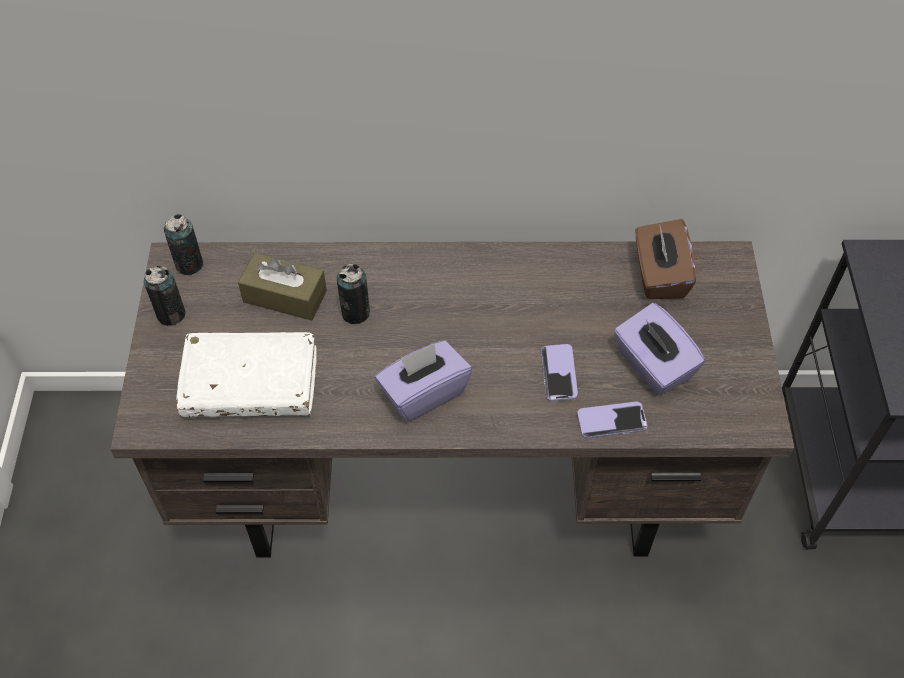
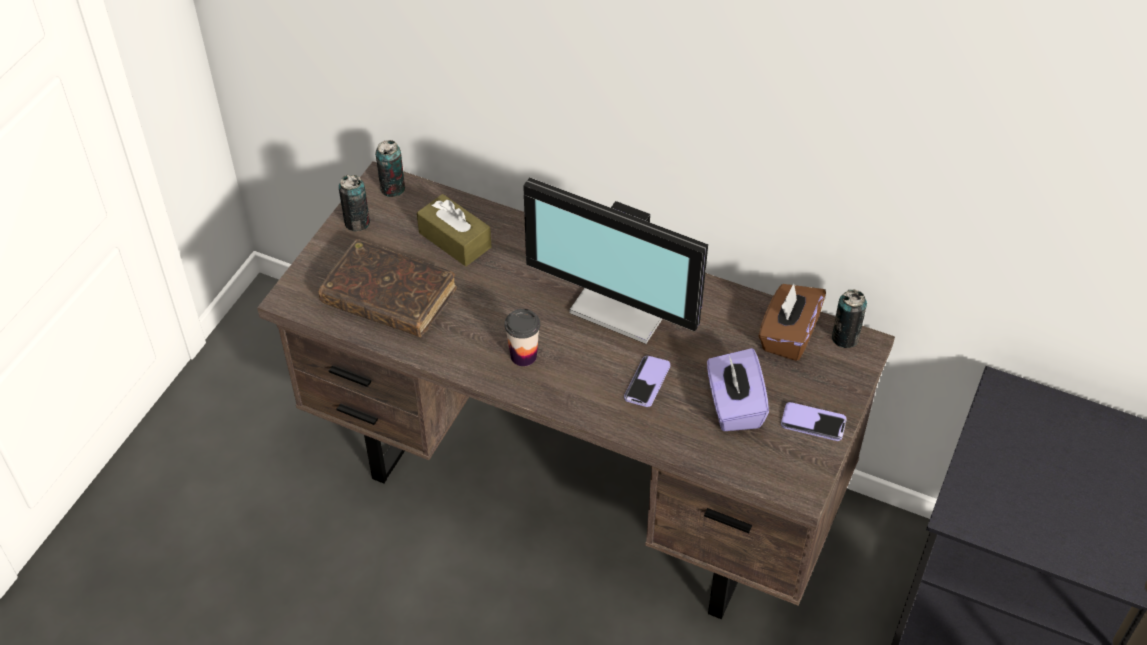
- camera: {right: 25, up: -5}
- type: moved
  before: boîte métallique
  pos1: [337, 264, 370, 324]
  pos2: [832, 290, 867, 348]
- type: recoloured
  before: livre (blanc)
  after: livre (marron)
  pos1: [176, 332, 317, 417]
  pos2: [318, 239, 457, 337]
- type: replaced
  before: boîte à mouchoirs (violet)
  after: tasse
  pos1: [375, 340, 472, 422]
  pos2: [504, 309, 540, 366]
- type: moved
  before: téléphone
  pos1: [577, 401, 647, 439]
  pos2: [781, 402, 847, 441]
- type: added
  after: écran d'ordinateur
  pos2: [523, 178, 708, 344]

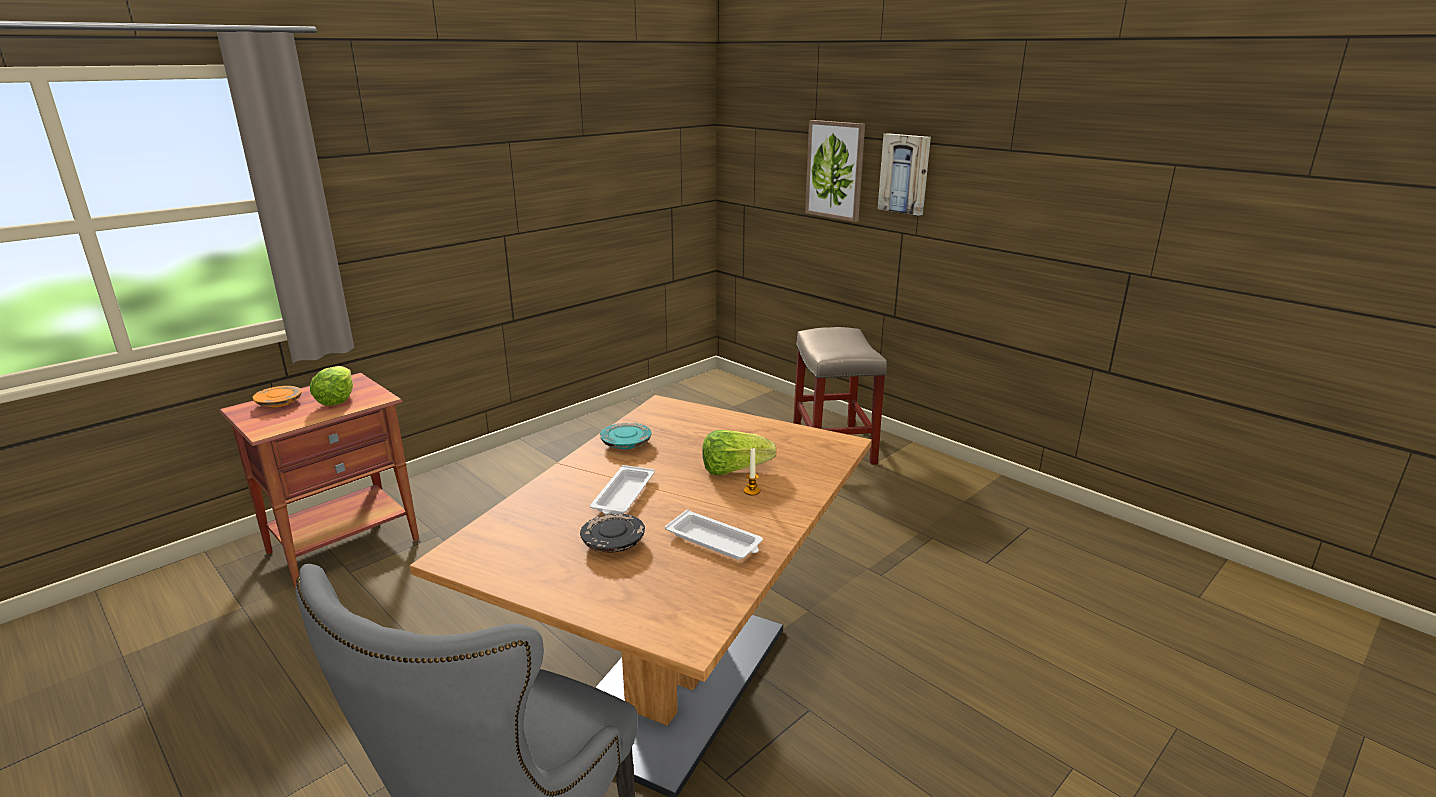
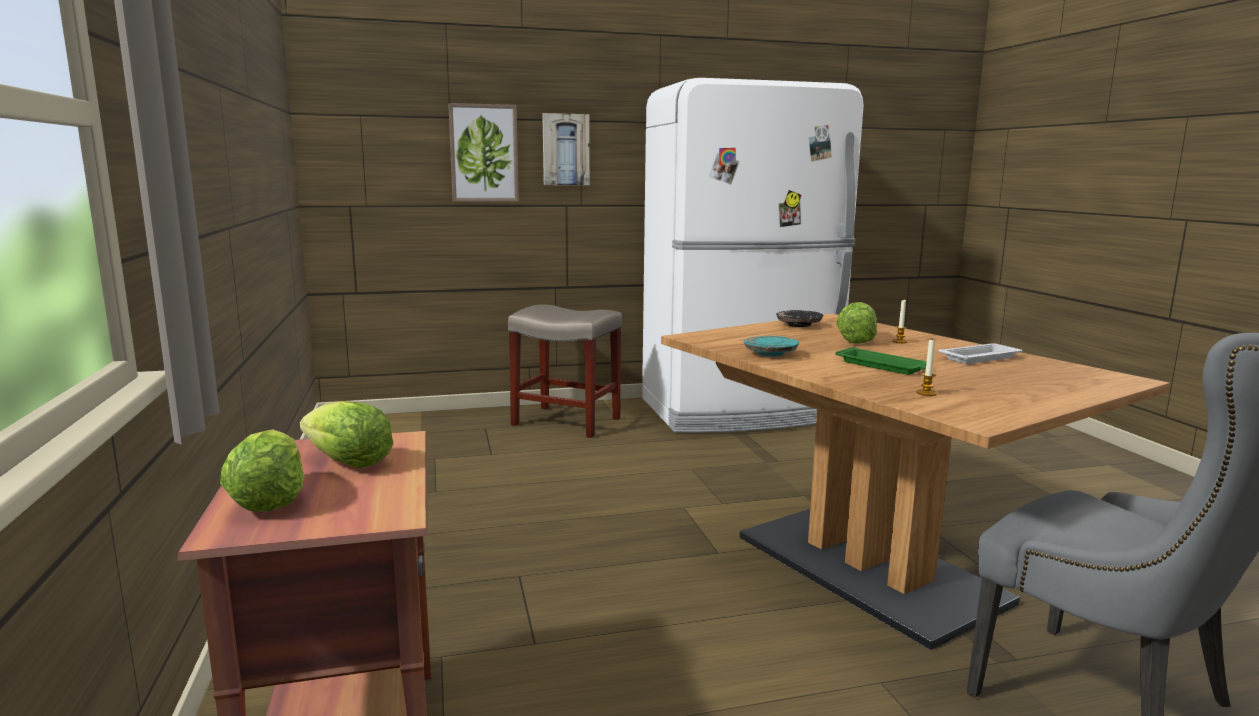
- camera: {right: -60, up: -10}
- type: replaced
  before: assiette (orange)
  after: laitue
  pos1: [252, 386, 302, 407]
  pos2: [220, 429, 305, 512]
- type: recoloured
  before: plateau (blanc)
  after: plateau (vert)
  pos1: [590, 465, 655, 514]
  pos2: [835, 347, 927, 375]
- type: moved
  before: assiette (noir)
  pos1: [580, 513, 645, 552]
  pos2: [776, 310, 823, 327]
- type: added
  after: réfrigérateur (blanc)
  pos2: [642, 78, 864, 433]
- type: added
  after: bougie
  pos2: [917, 340, 937, 396]

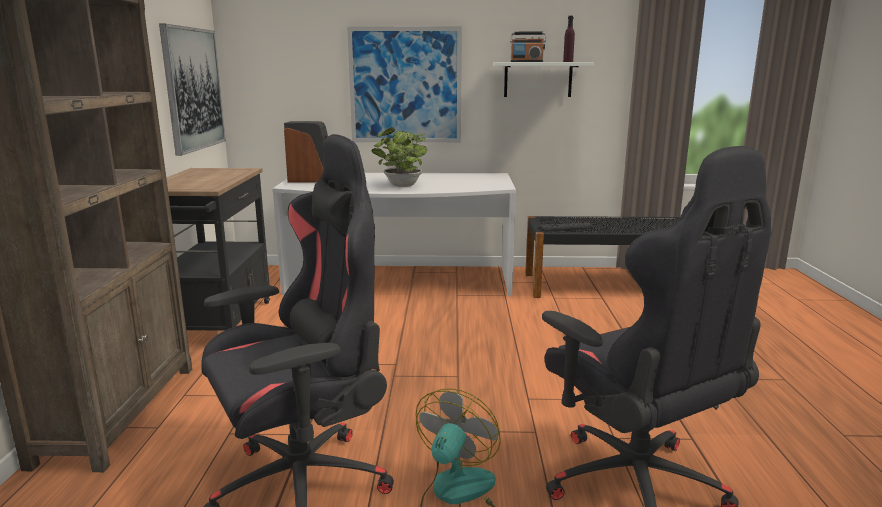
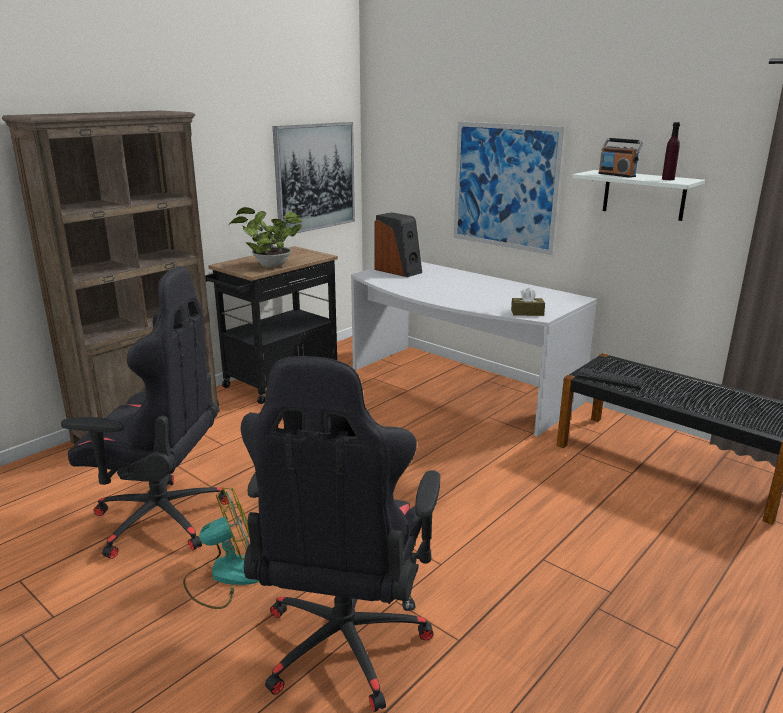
- camera: {right: 40, up: 5}
- type: moved
  before: plante en pot
  pos1: [372, 127, 427, 187]
  pos2: [229, 207, 302, 268]
- type: added
  after: boîte à mouchoirs (marron)
  pos2: [511, 288, 545, 316]

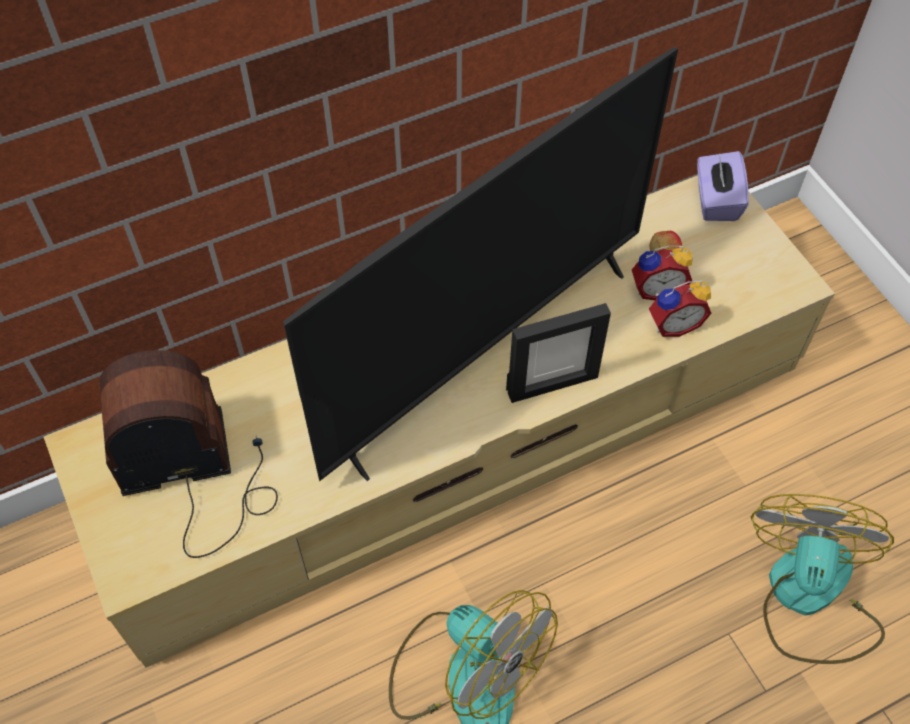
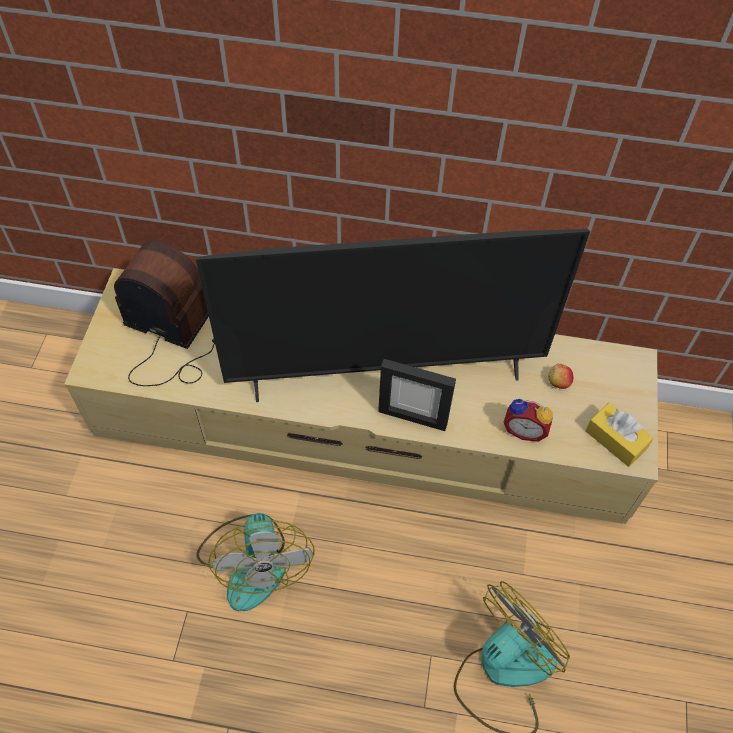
- camera: {right: 35, up: 0}
- type: removed
  before: boîte à mouchoirs (violet)
  pos1: [697, 151, 749, 221]
- type: removed
  before: réveil
  pos1: [632, 245, 693, 300]
- type: added
  after: boîte à mouchoirs (jaune)
  pos2: [585, 403, 654, 467]

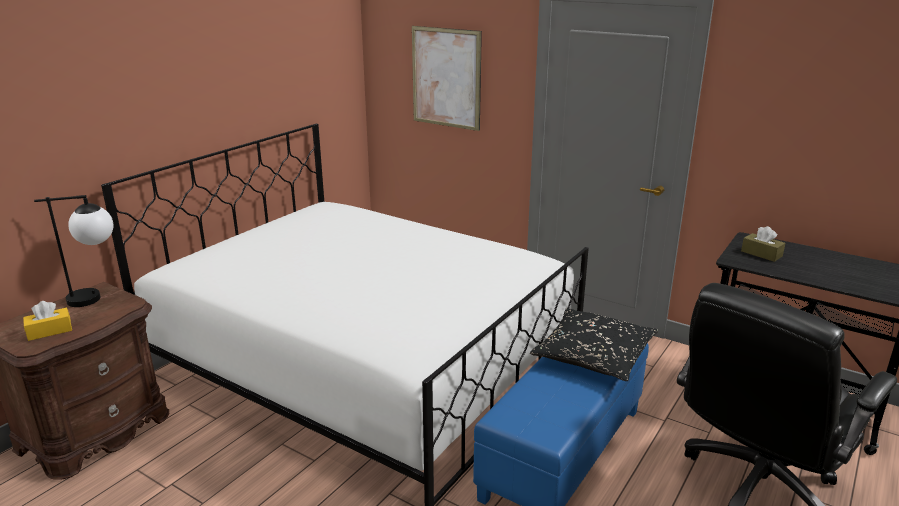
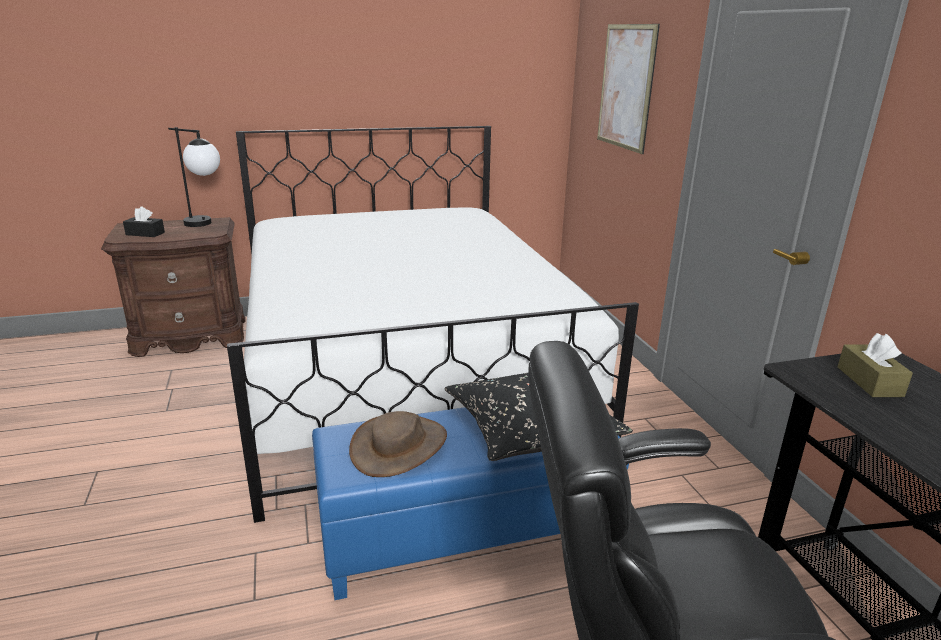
- camera: {right: 40, up: 0}
- type: recoloured
  before: boîte à mouchoirs (jaune)
  after: boîte à mouchoirs (noir)
  pos1: [23, 301, 72, 341]
  pos2: [123, 207, 165, 237]
- type: added
  after: chapeau (marron)
  pos2: [349, 411, 447, 477]

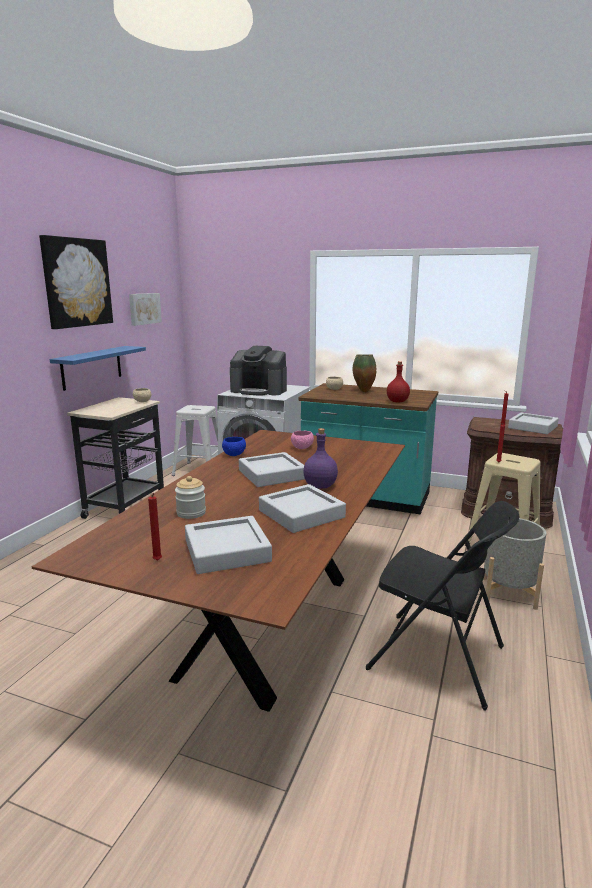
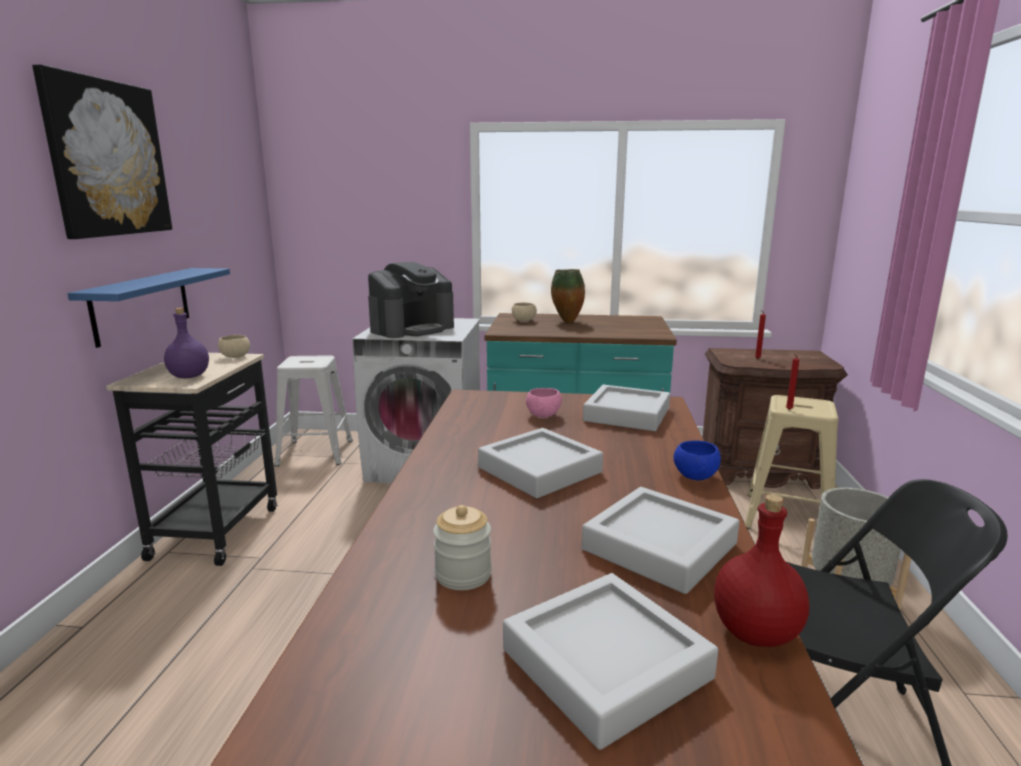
- camera: {right: -15, up: 0}
- type: removed
  before: tableau
  pos1: [129, 293, 162, 326]
- type: turned
  before: machine à café
  pos1: [230, 346, 287, 396]
  pos2: [368, 262, 454, 338]
  turn: -45
- type: moved
  before: bouteille (rouge)
  pos1: [387, 361, 410, 402]
  pos2: [714, 494, 809, 647]
- type: moved
  before: plateau (gris)
  pos1: [508, 412, 559, 434]
  pos2: [583, 385, 670, 431]
- type: moved
  before: bouteille (violet)
  pos1: [303, 428, 338, 489]
  pos2: [164, 308, 209, 378]
- type: moved
  before: bol (bleu)
  pos1: [222, 437, 246, 456]
  pos2: [674, 441, 721, 480]
- type: removed
  before: bougie (rouge)
  pos1: [148, 493, 162, 561]

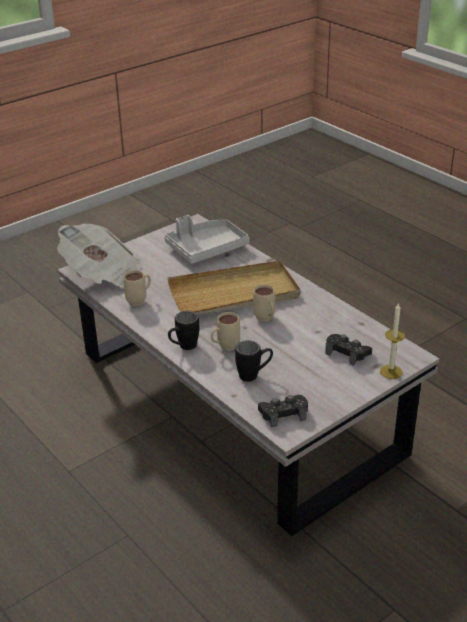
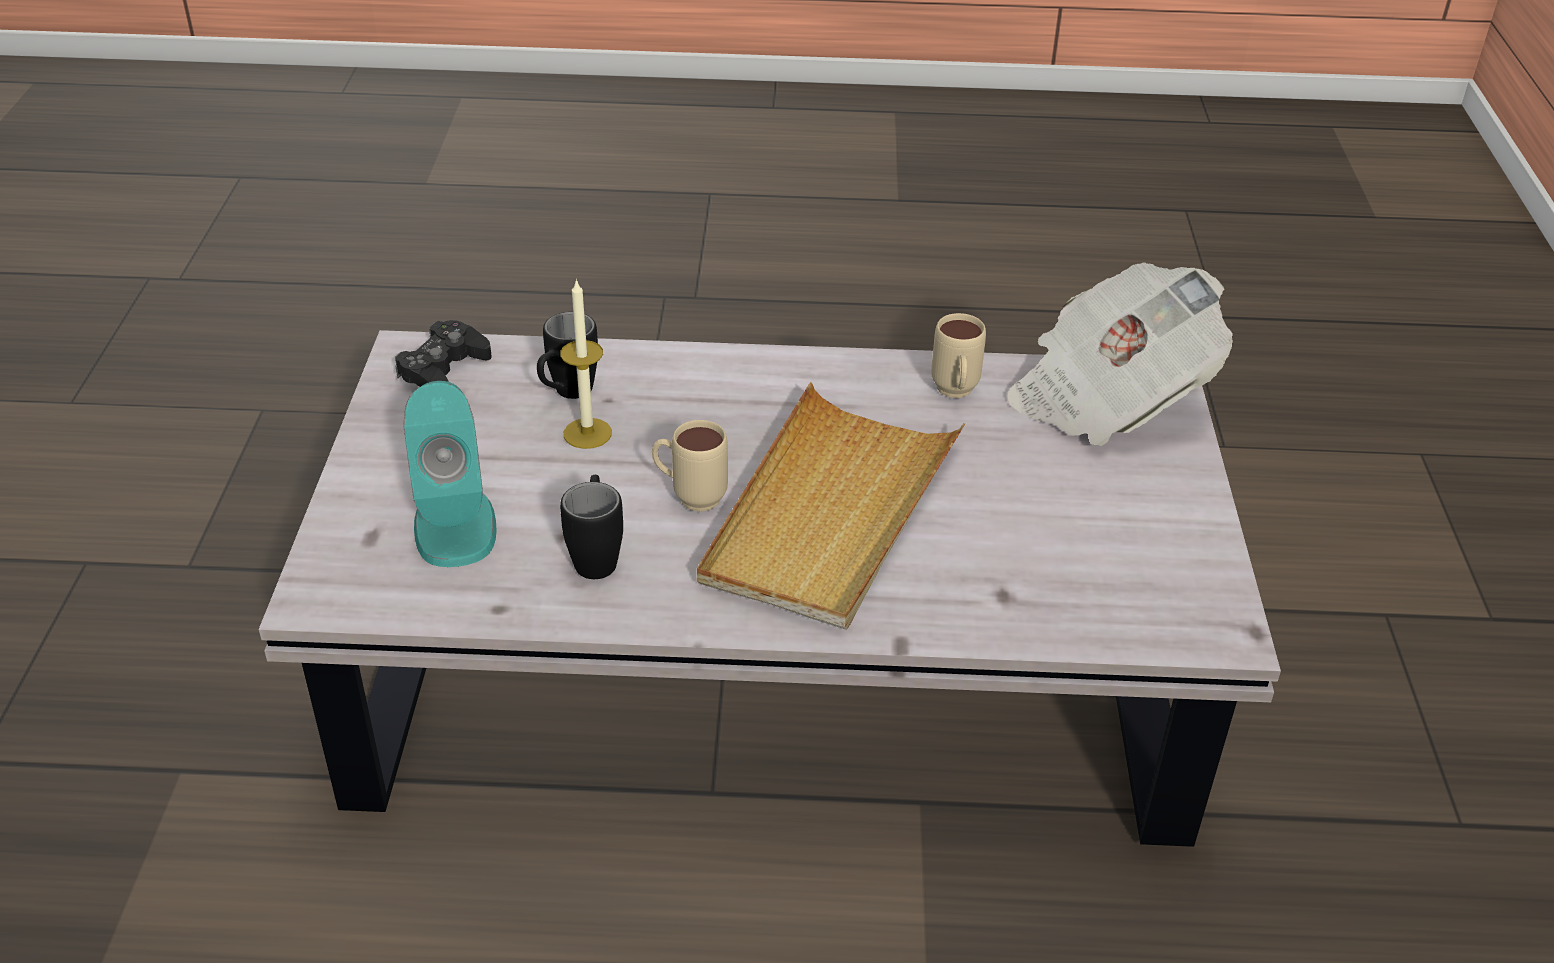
- camera: {right: 130, up: 5}
- type: removed
  before: plateau (gris)
  pos1: [164, 215, 250, 264]
- type: moved
  before: bougie
  pos1: [380, 303, 405, 379]
  pos2: [560, 279, 612, 449]
- type: moved
  before: mug (noir)
  pos1: [168, 311, 199, 350]
  pos2: [560, 475, 623, 579]
- type: removed
  before: mug (beige)
  pos1: [211, 312, 240, 351]
- type: replaced
  before: manette (noir)
  after: enceinte (turquoise)
  pos1: [325, 334, 372, 366]
  pos2: [403, 381, 497, 567]

